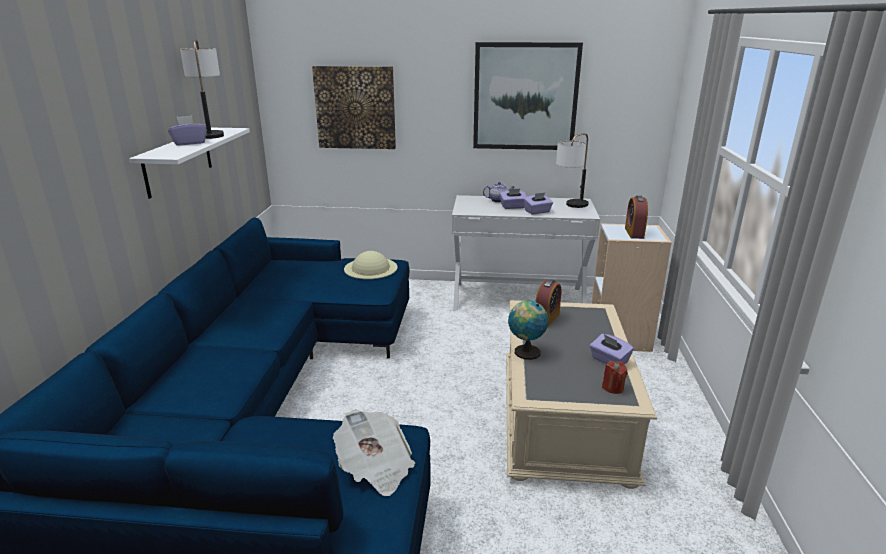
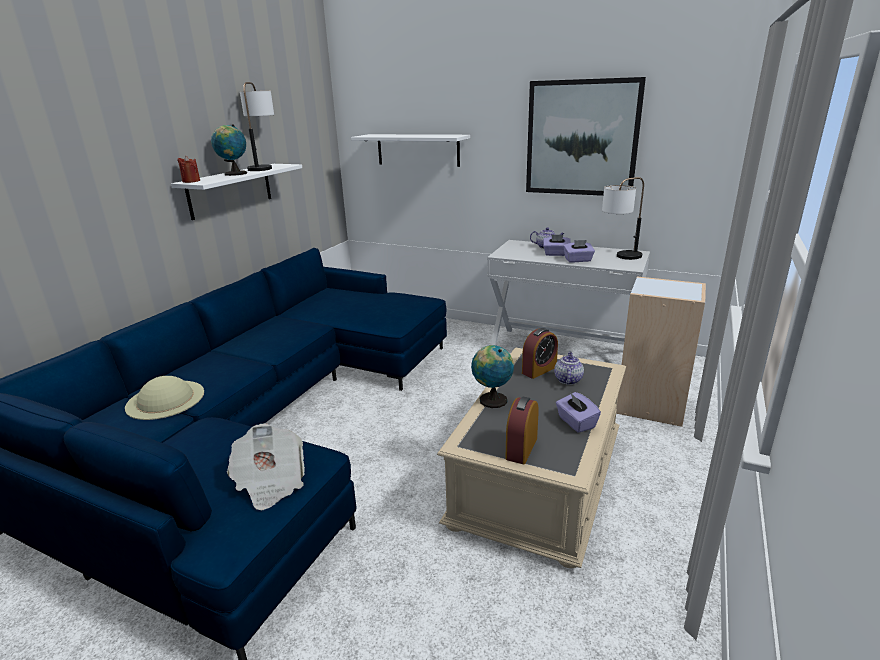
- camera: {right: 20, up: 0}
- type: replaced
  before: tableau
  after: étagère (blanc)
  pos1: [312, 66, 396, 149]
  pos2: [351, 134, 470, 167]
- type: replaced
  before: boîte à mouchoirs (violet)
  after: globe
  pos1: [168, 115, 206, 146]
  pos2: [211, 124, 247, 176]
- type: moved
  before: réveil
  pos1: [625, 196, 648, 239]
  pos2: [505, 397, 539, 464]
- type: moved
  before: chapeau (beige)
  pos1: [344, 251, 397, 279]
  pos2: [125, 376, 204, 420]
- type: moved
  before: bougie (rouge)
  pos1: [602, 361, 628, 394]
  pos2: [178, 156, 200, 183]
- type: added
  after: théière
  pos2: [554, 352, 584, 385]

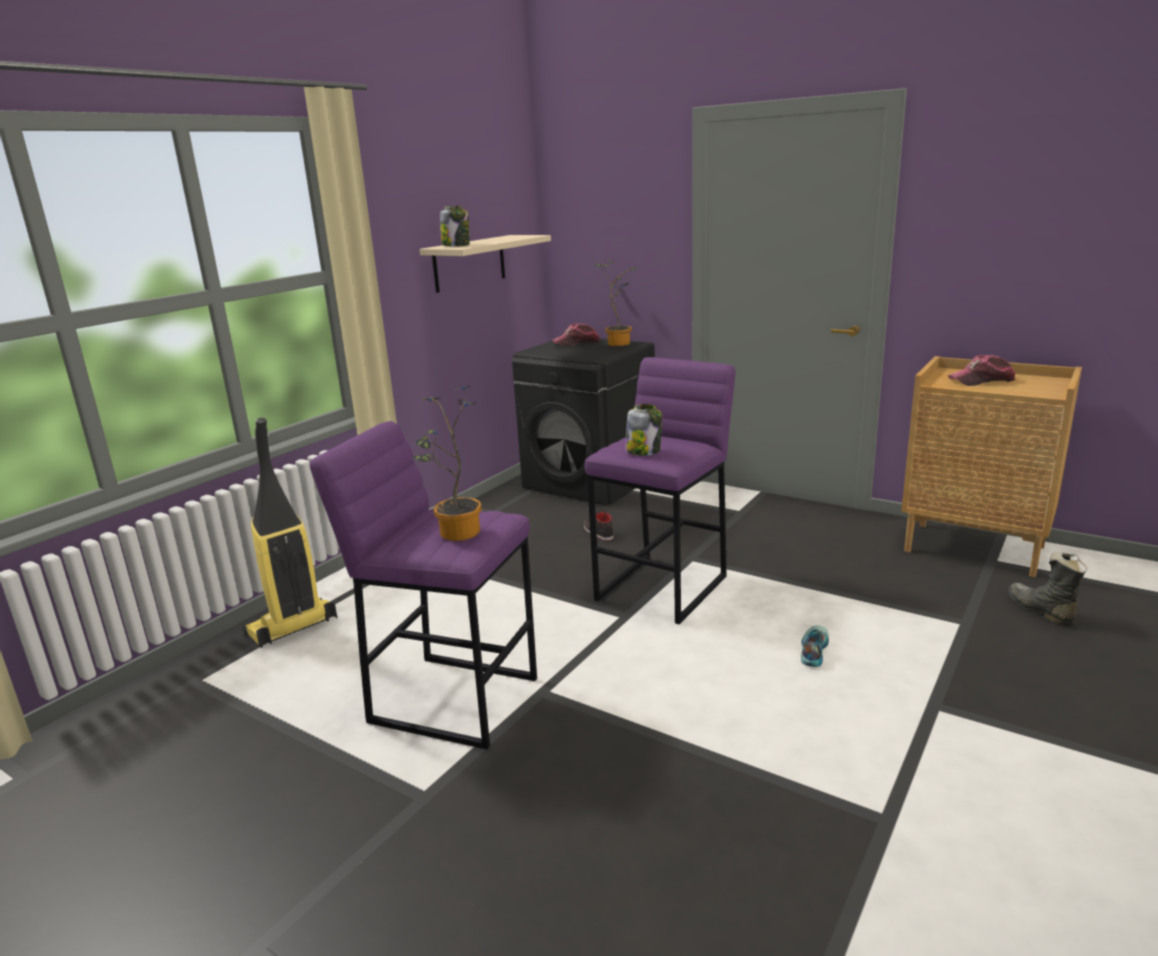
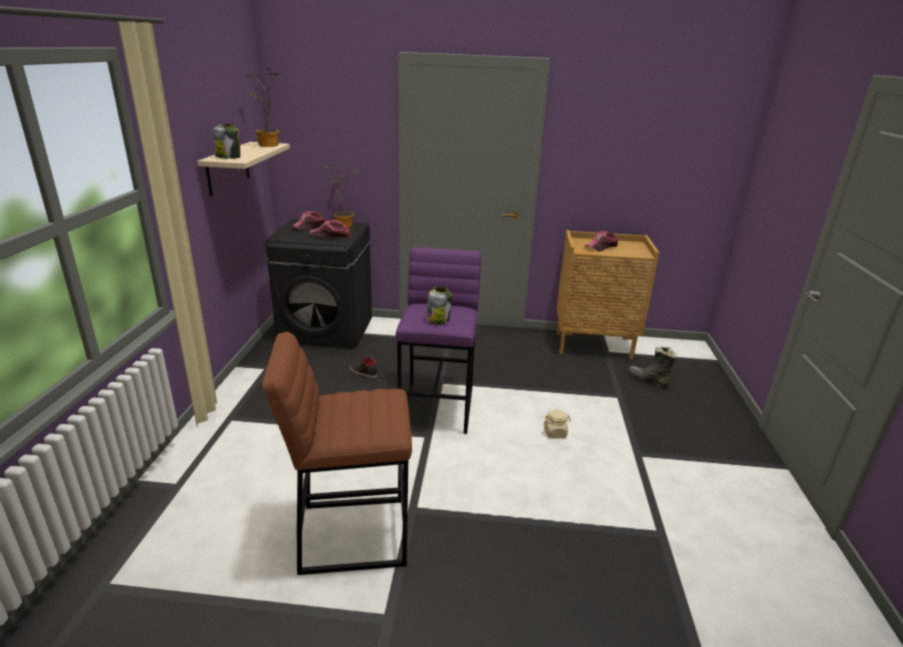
- camera: {right: -30, up: 5}
- type: moved
  before: plante en pot
  pos1: [412, 386, 482, 541]
  pos2: [245, 68, 279, 147]
- type: removed
  before: aspirateur
  pos1: [243, 418, 337, 648]
- type: recoloured
  before: tabouret (violet)
  after: tabouret (marron)
  pos1: [310, 421, 537, 750]
  pos2: [262, 332, 412, 575]
- type: replaced
  before: chaussure
  after: bocal (beige)
  pos1: [801, 625, 829, 667]
  pos2: [543, 409, 571, 439]
- type: added
  after: casquette
  pos2: [310, 220, 351, 238]

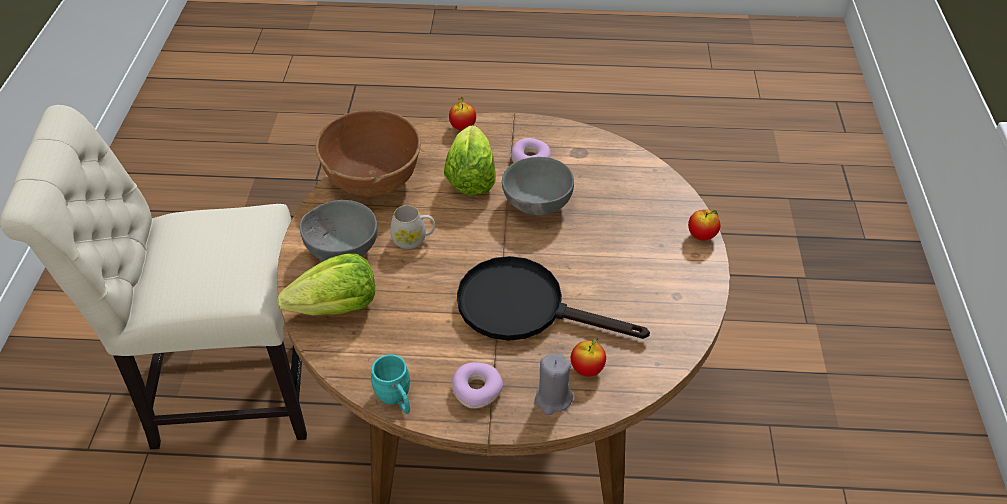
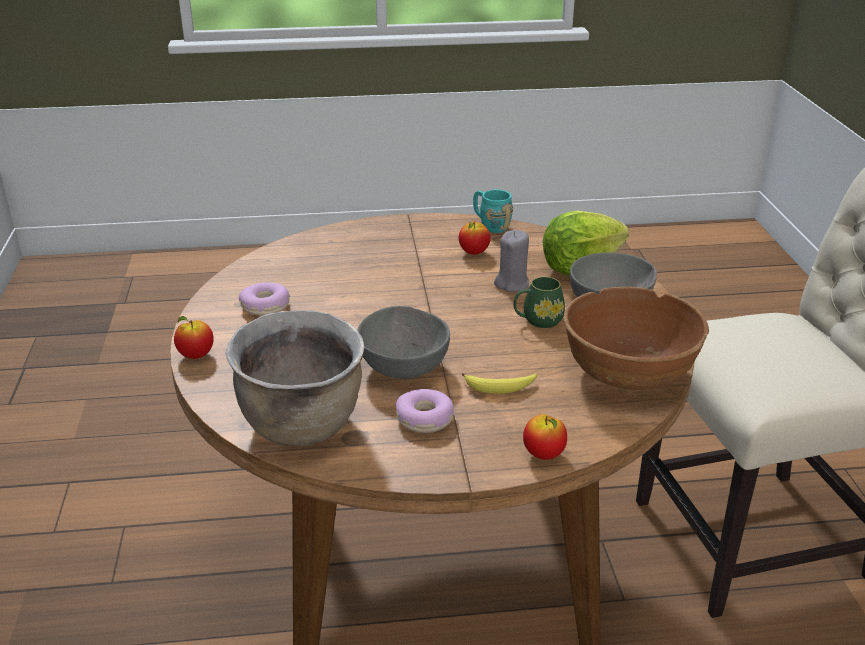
- camera: {right: 170, up: -15}
- type: replaced
  before: laitue
  after: banane
  pos1: [444, 125, 496, 195]
  pos2: [462, 373, 537, 394]
- type: recoloured
  before: mug (blanc)
  after: mug (vert)
  pos1: [390, 205, 435, 249]
  pos2: [514, 277, 565, 328]
- type: removed
  before: poêle (noir)
  pos1: [457, 256, 650, 341]
- type: moved
  before: pomme
  pos1: [571, 337, 606, 377]
  pos2: [459, 221, 491, 255]
- type: moved
  before: bougie (gris)
  pos1: [534, 354, 573, 415]
  pos2: [494, 230, 529, 292]
- type: moved
  before: beignet
  pos1: [451, 362, 503, 409]
  pos2: [239, 282, 290, 316]
- type: added
  after: marmite (marron)
  pos2: [225, 310, 365, 446]

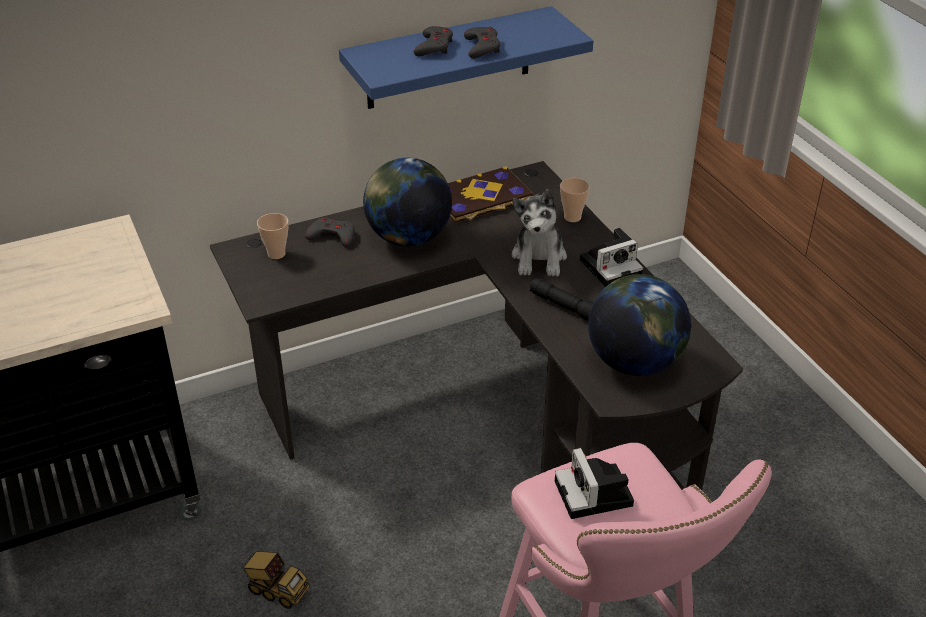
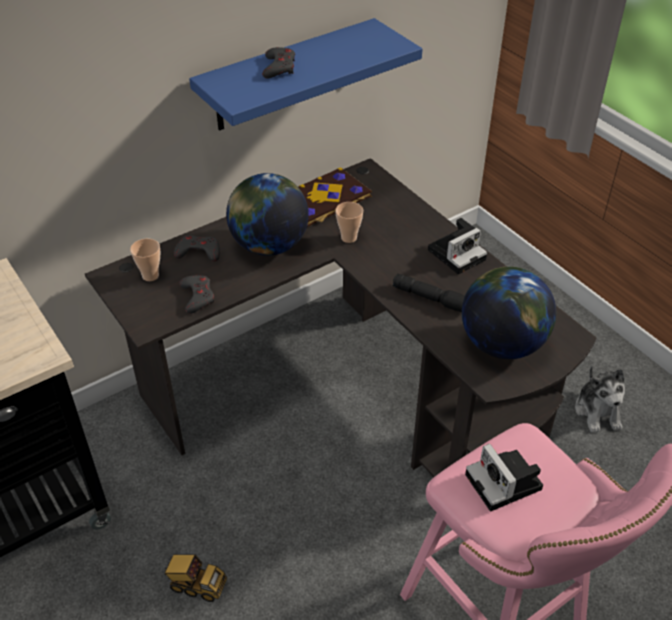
- camera: {right: -10, up: 5}
- type: moved
  before: manette (gris)
  pos1: [464, 27, 501, 59]
  pos2: [179, 275, 214, 314]
- type: moved
  before: tasse
  pos1: [560, 178, 590, 222]
  pos2: [335, 202, 363, 243]
- type: moved
  before: peluche
  pos1: [511, 189, 567, 277]
  pos2: [575, 366, 625, 433]

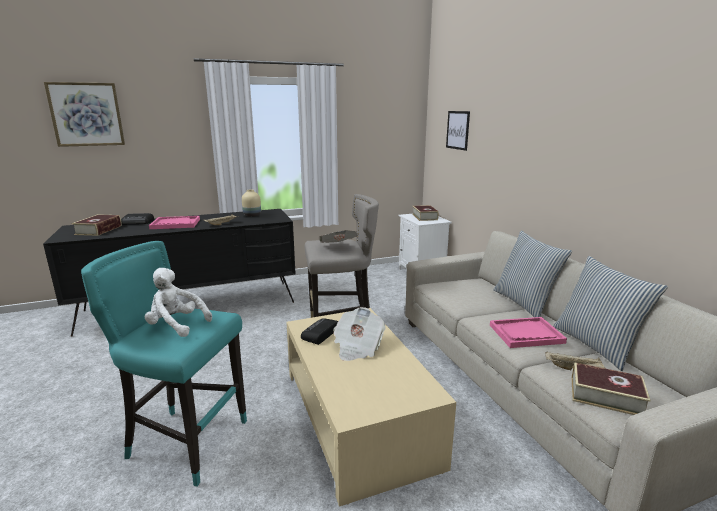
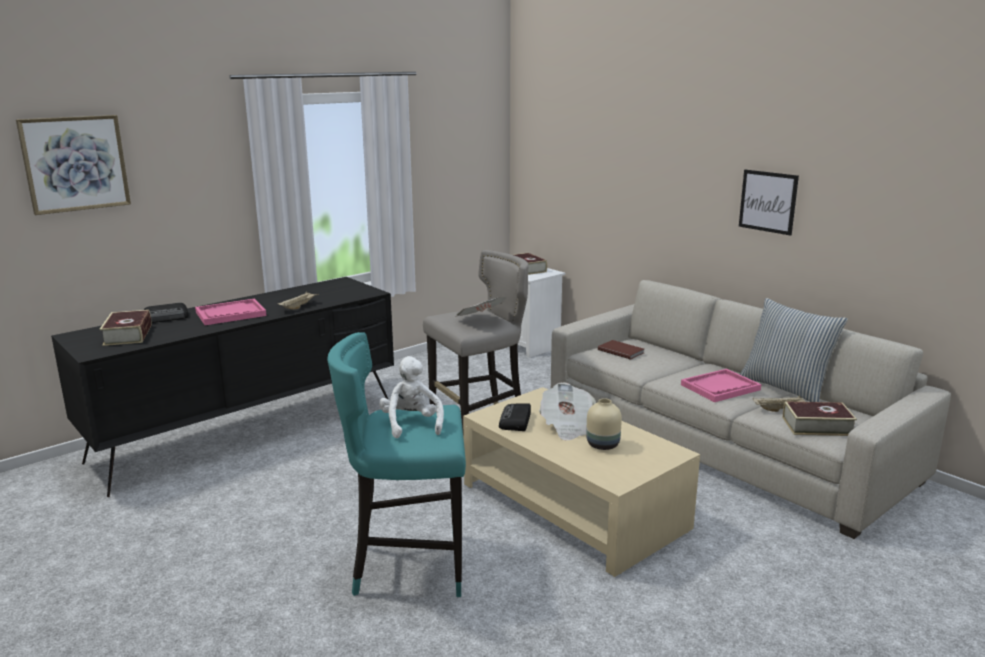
- camera: {right: -20, up: 0}
- type: moved
  before: tableau
  pos1: [446, 111, 470, 151]
  pos2: [739, 170, 799, 236]
- type: moved
  before: vase (beige)
  pos1: [242, 189, 261, 217]
  pos2: [586, 398, 622, 450]
- type: removed
  before: coussin
  pos1: [493, 231, 572, 317]
- type: turned
  before: peluche (blanc)
  pos1: [145, 268, 212, 337]
  pos2: [379, 356, 444, 438]
  turn: 75
- type: added
  after: livre (marron)
  pos2: [598, 340, 644, 360]

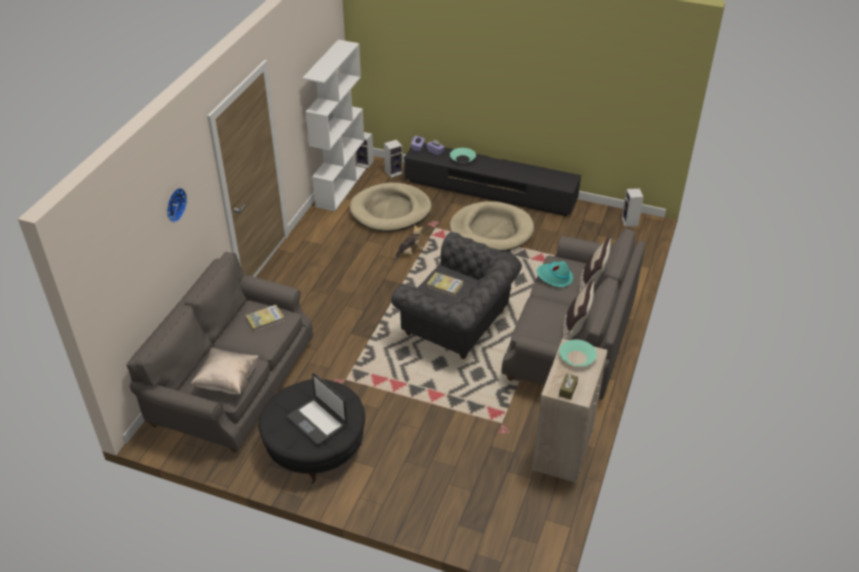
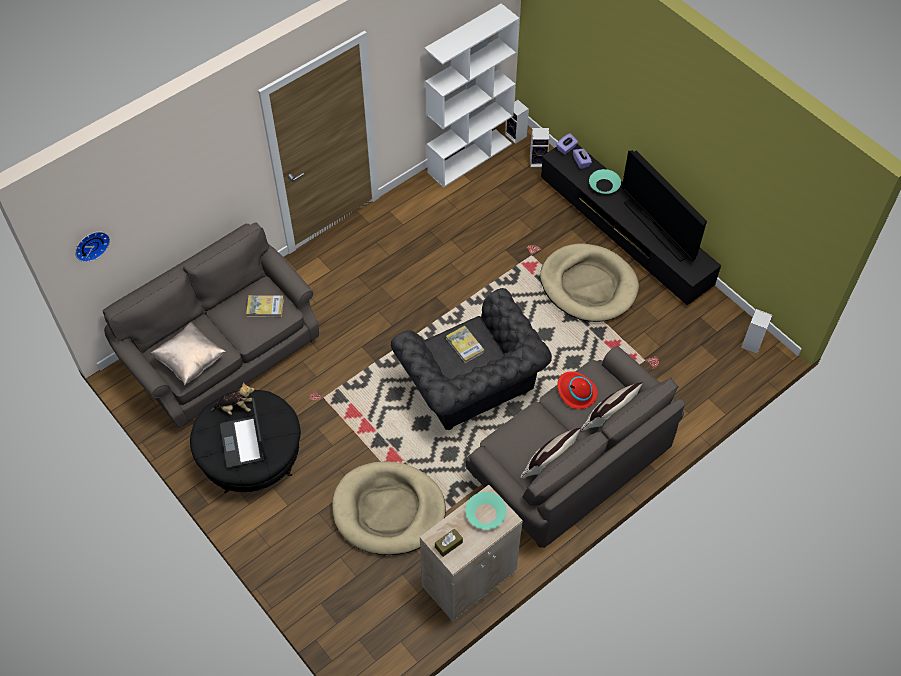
- camera: {right: 30, up: 15}
- type: moved
  before: panier pour chien (beige)
  pos1: [350, 183, 432, 232]
  pos2: [332, 461, 446, 555]
- type: moved
  before: horloge murale
  pos1: [167, 188, 187, 222]
  pos2: [75, 232, 110, 262]
- type: moved
  before: peluche
  pos1: [394, 225, 423, 261]
  pos2: [210, 382, 255, 415]
- type: recoloured
  before: chapeau (turquoise)
  after: chapeau (rouge)
  pos1: [537, 261, 573, 287]
  pos2: [557, 371, 598, 409]
- type: added
  after: téléviseur
  pos2: [622, 150, 707, 262]

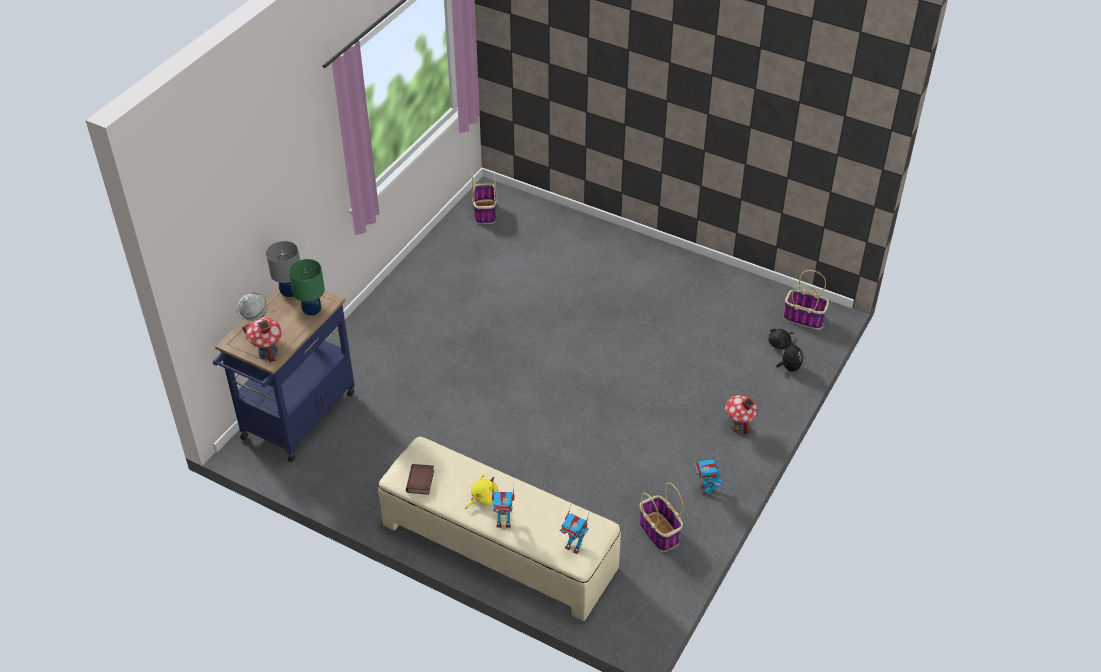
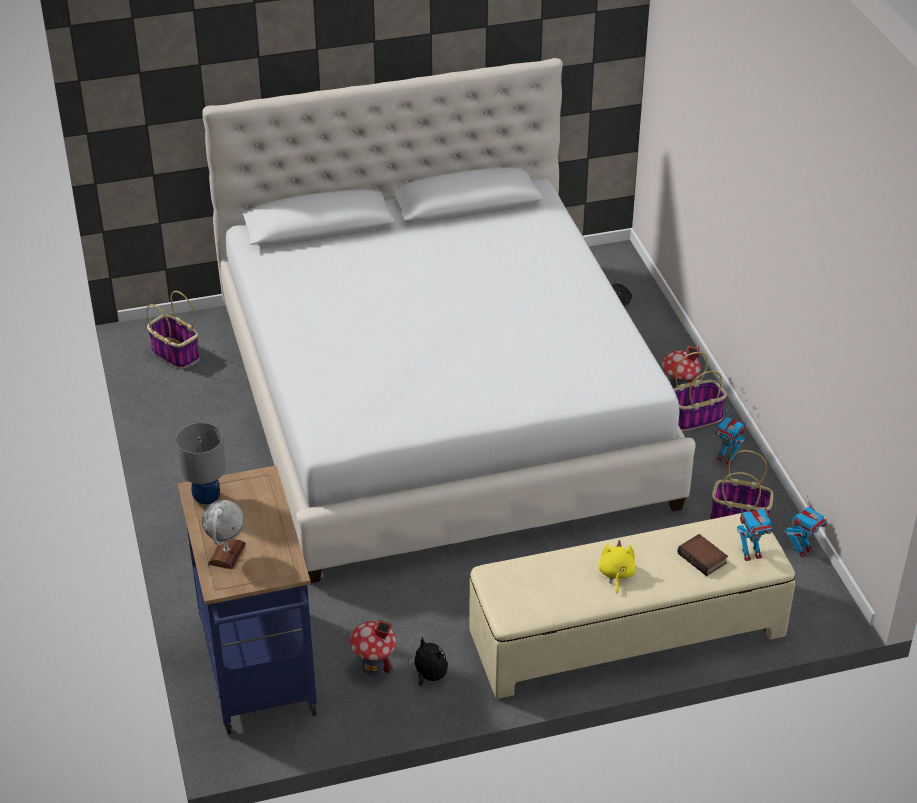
- camera: {right: -45, up: -5}
- type: removed
  before: lampe de table (vert)
  pos1: [289, 259, 325, 316]
- type: moved
  before: panier
  pos1: [783, 270, 829, 329]
  pos2: [674, 352, 727, 431]
- type: moved
  before: maison miniature
  pos1: [246, 318, 282, 362]
  pos2: [350, 620, 396, 676]
- type: moved
  before: peluche
  pos1: [776, 341, 803, 371]
  pos2: [408, 637, 448, 686]
- type: moved
  before: livre
  pos1: [406, 464, 434, 495]
  pos2: [677, 534, 728, 576]
- type: moved
  before: robot jouet
  pos1: [492, 483, 514, 528]
  pos2: [785, 496, 827, 558]
- type: added
  after: lit (blanc)
  pos2: [202, 58, 696, 583]

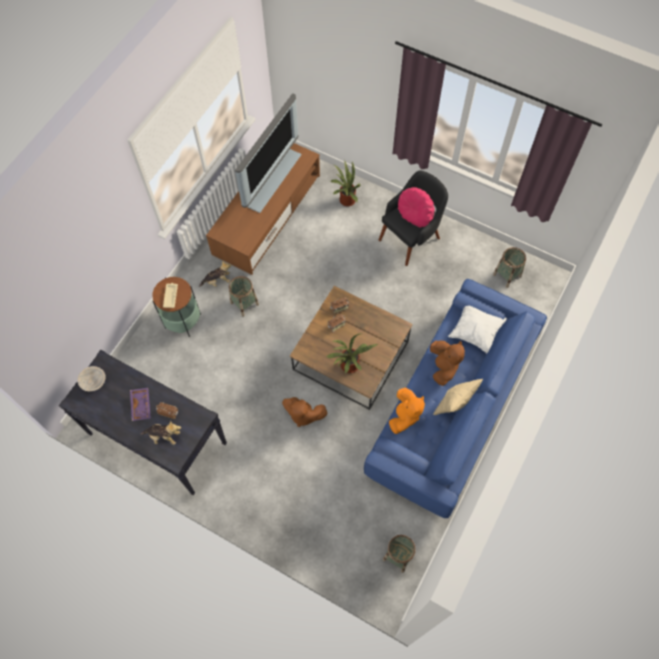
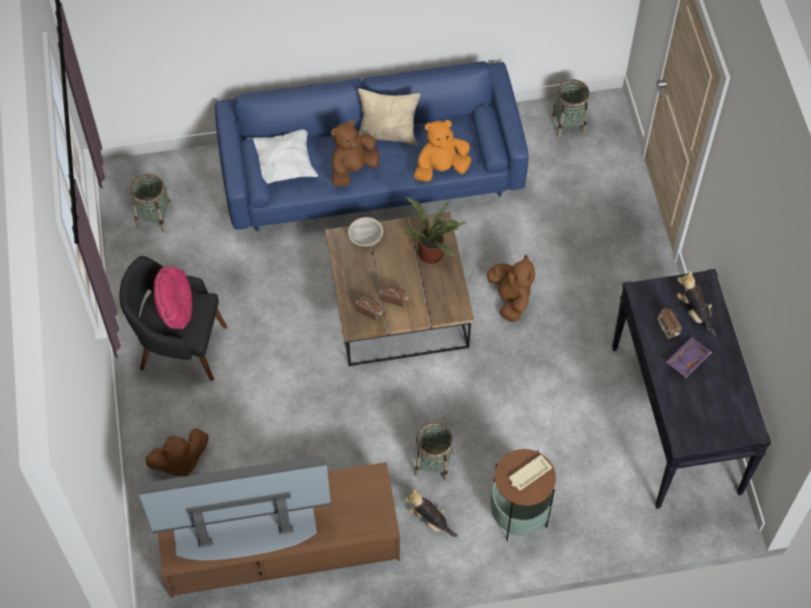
- camera: {right: -130, up: -5}
- type: replaced
  before: plante en pot
  after: peluche (marron)
  pos1: [331, 161, 360, 206]
  pos2: [145, 428, 208, 477]
- type: moved
  before: bol (beige)
  pos1: [77, 366, 106, 391]
  pos2: [348, 217, 383, 246]

